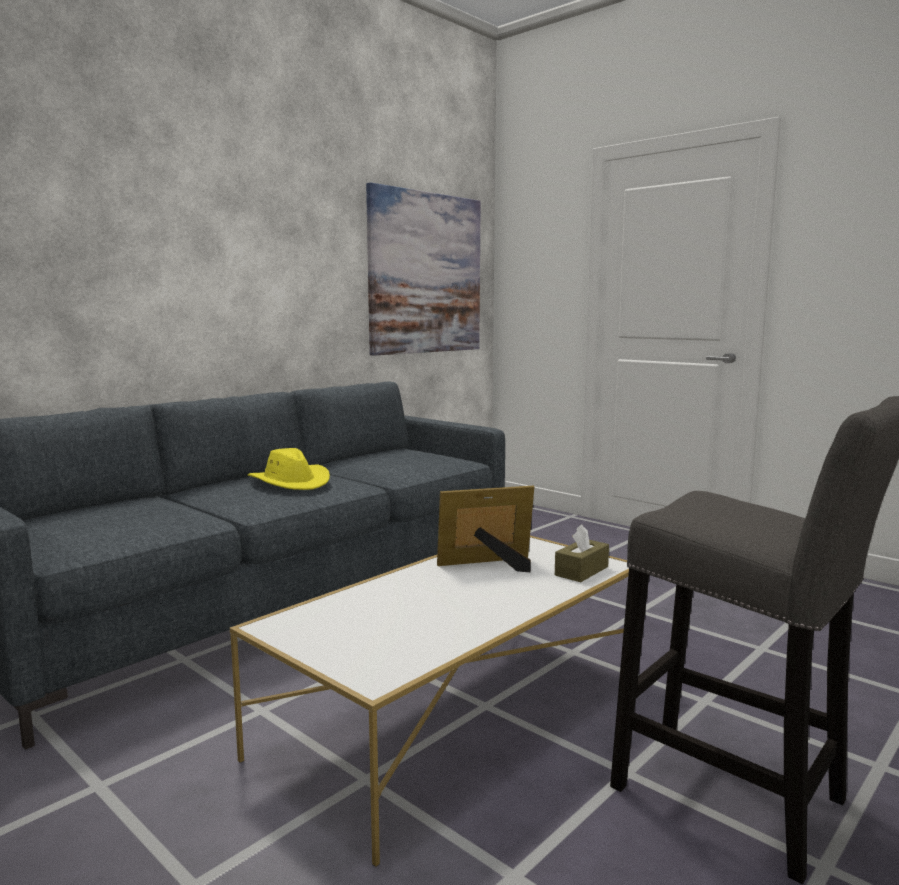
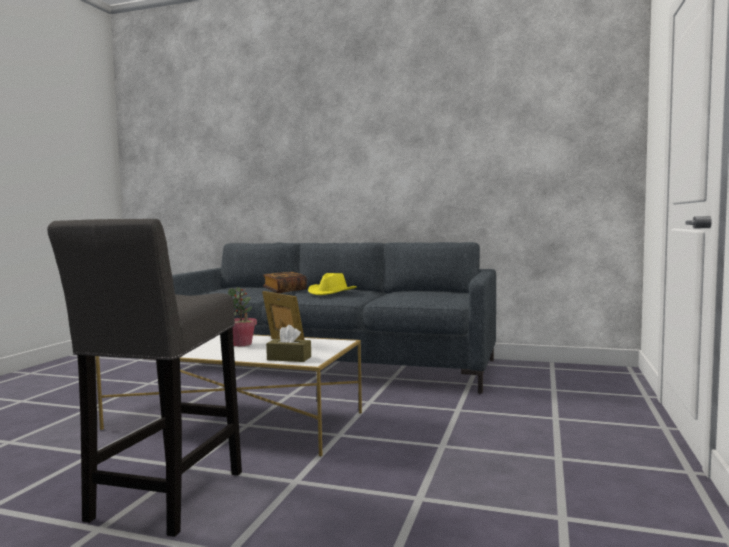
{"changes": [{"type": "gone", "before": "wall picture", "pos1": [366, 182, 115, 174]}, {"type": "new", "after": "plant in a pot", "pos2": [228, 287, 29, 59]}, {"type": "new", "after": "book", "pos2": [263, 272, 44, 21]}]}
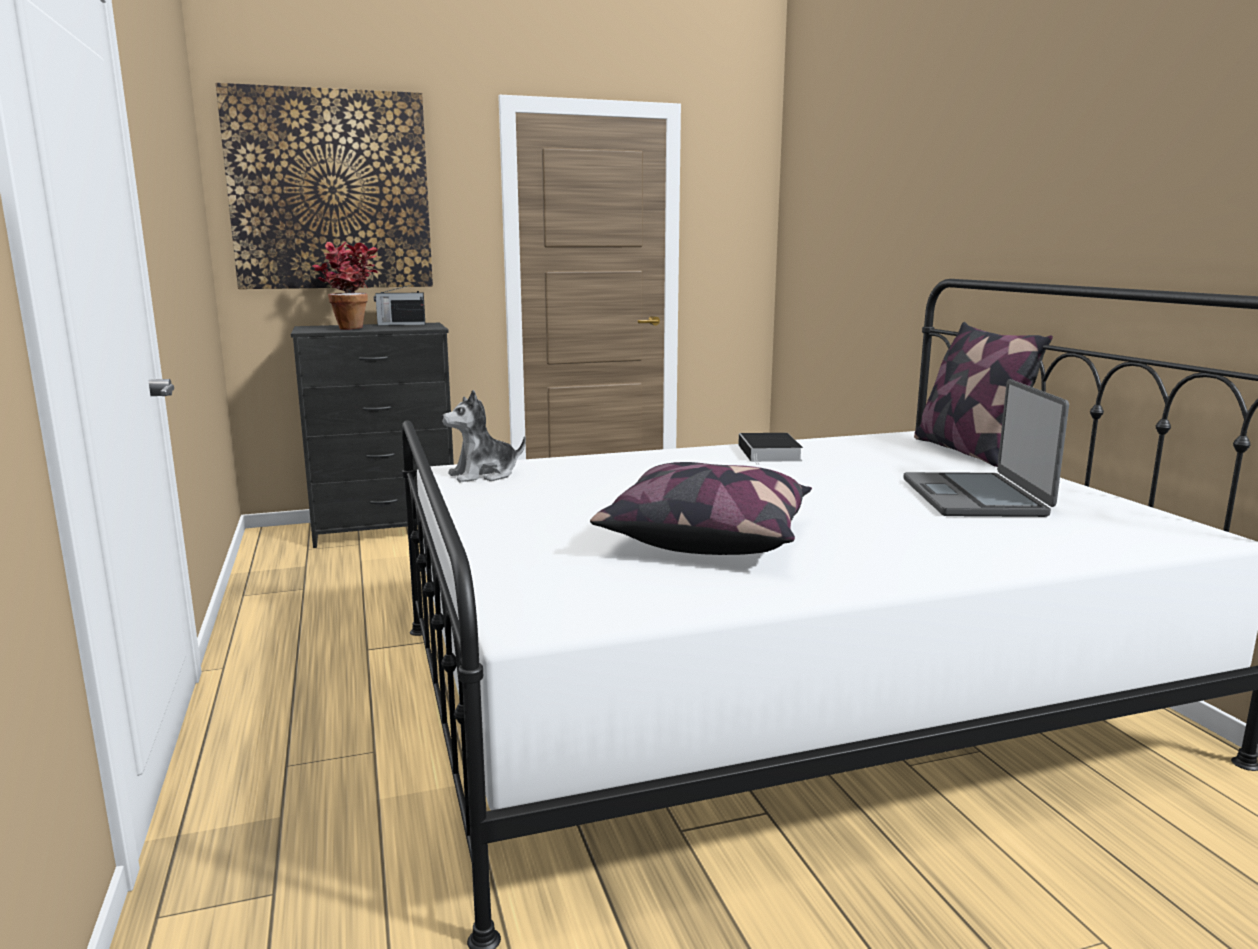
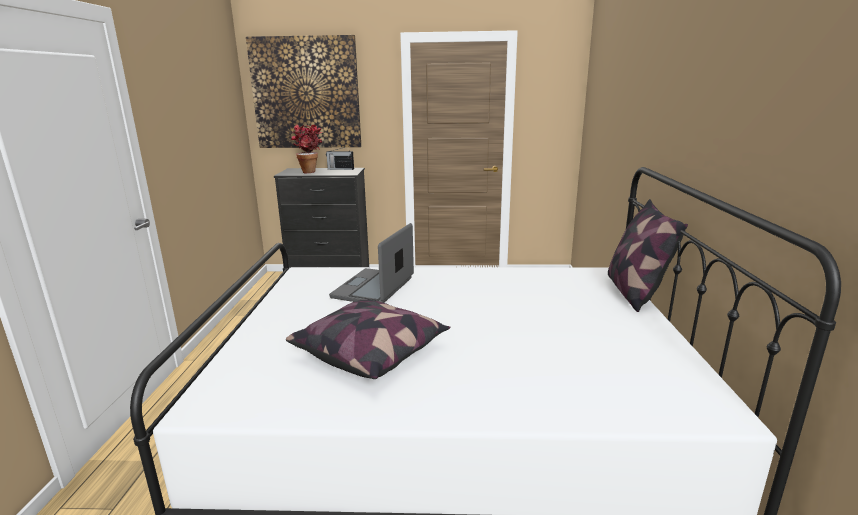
{"changes": [{"type": "gone", "before": "cuddly toy", "pos1": [442, 390, 84, 93]}, {"type": "gone", "before": "book", "pos1": [738, 433, 65, 32]}, {"type": "shifted", "before": "portable computer", "pos1": [903, 379, 166, 138], "pos2": [329, 223, 85, 80]}]}
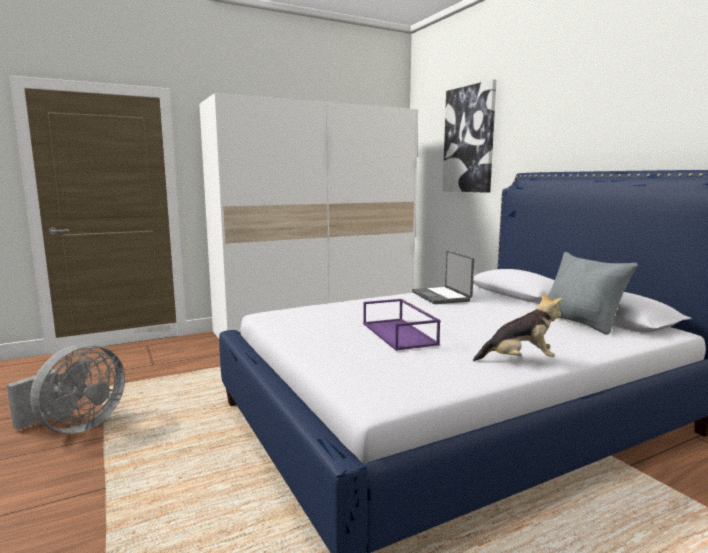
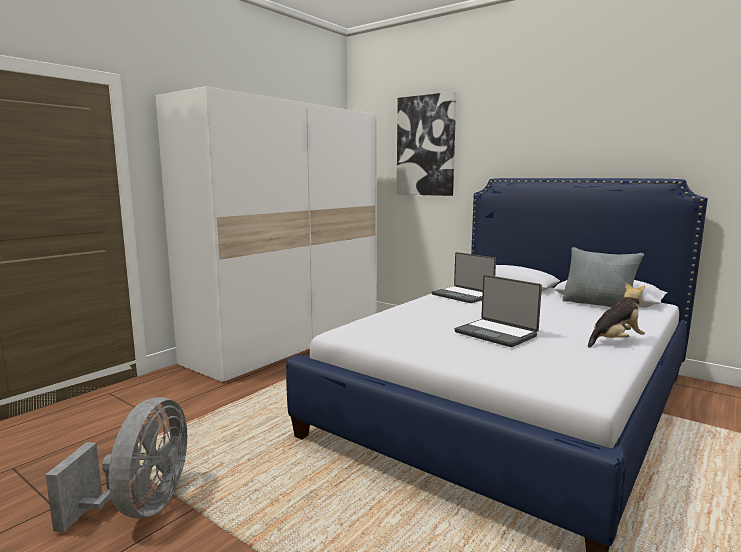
{"changes": [{"type": "swapped", "before": "carrying tray (purple-coloured)", "after": "portable computer", "pos1": [363, 299, 77, 52], "pos2": [455, 275, 87, 72]}]}
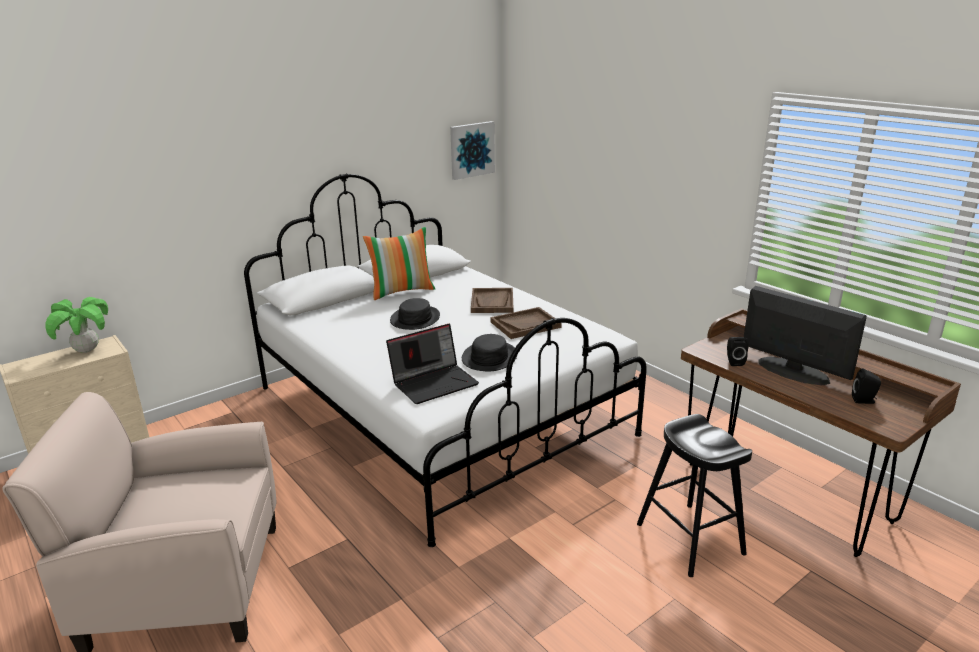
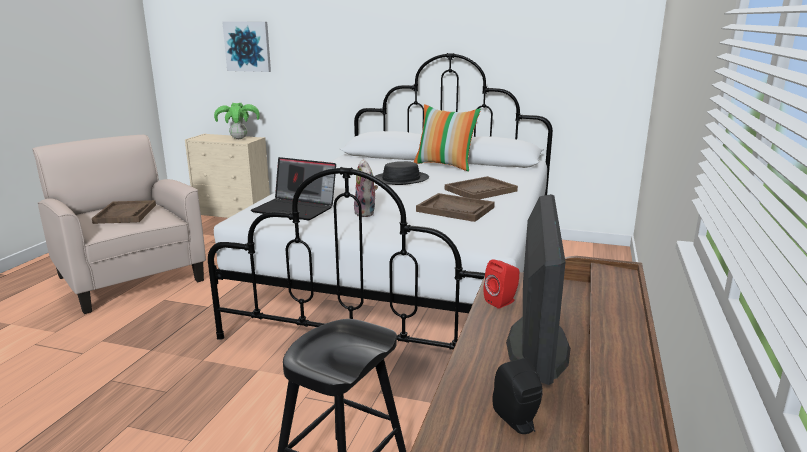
{"changes": [{"type": "new", "after": "carrying tray (brownish)", "pos2": [92, 200, 64, 24]}, {"type": "shifted", "before": "wall picture", "pos1": [450, 121, 45, 59], "pos2": [222, 22, 49, 50]}, {"type": "swapped", "before": "hat (black)", "after": "cuddly toy", "pos1": [462, 334, 55, 37], "pos2": [354, 159, 24, 58]}, {"type": "repainted", "before": "audio speaker (black)", "after": "audio speaker (red)", "pos1": [727, 337, 21, 29], "pos2": [483, 259, 37, 50]}]}
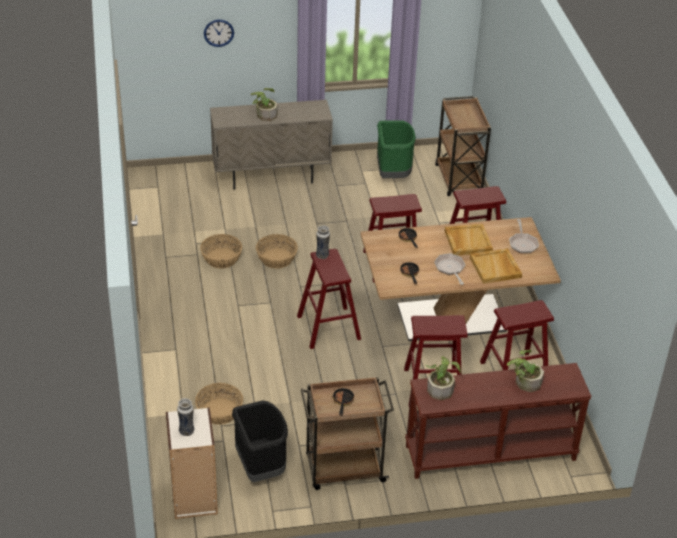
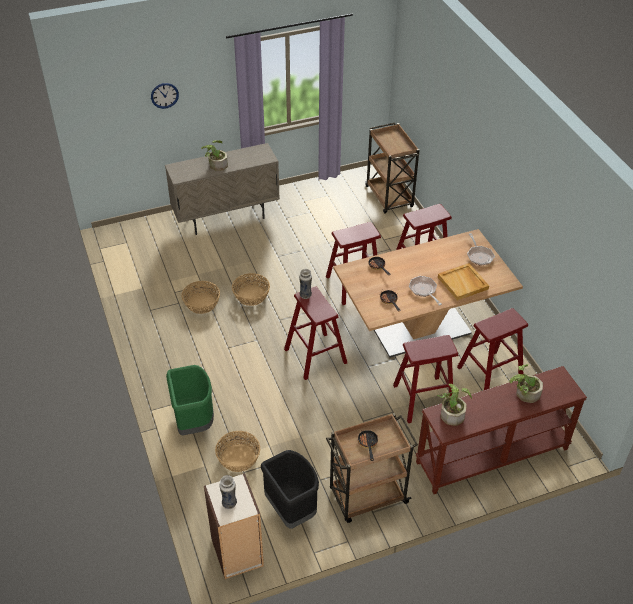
{"changes": [{"type": "gone", "before": "carrying tray (sand-coloured)", "pos1": [445, 224, 48, 32]}, {"type": "shifted", "before": "rubbish bin (green)", "pos1": [377, 120, 39, 58], "pos2": [166, 365, 48, 71]}]}
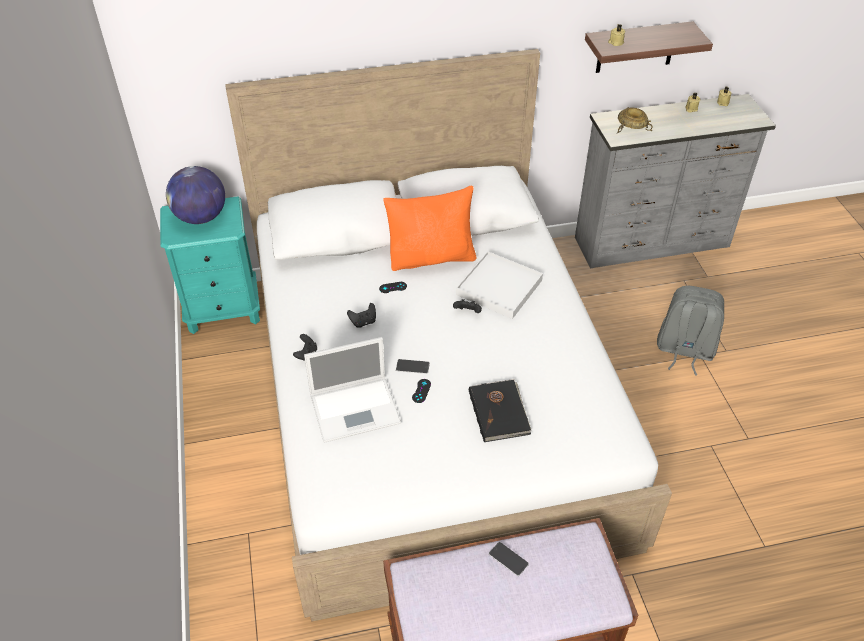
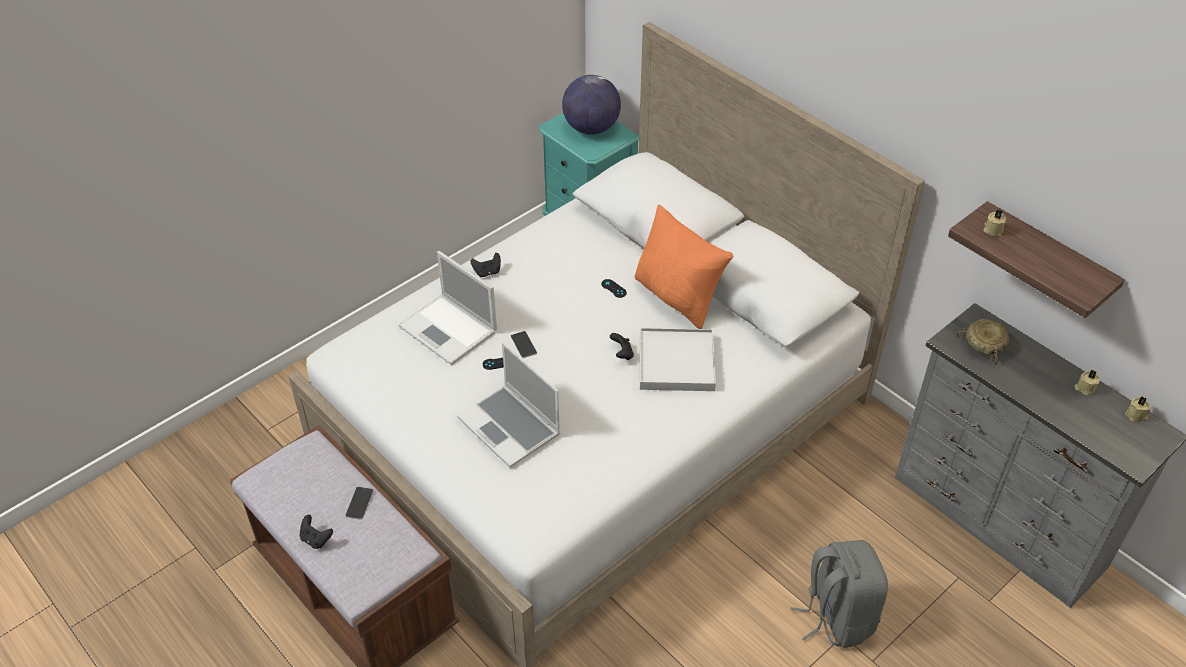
{"changes": [{"type": "shifted", "before": "joypad (black)", "pos1": [347, 303, 29, 25], "pos2": [300, 515, 33, 34]}, {"type": "swapped", "before": "book (black)", "after": "portable computer", "pos1": [469, 379, 63, 63], "pos2": [457, 343, 103, 125]}]}
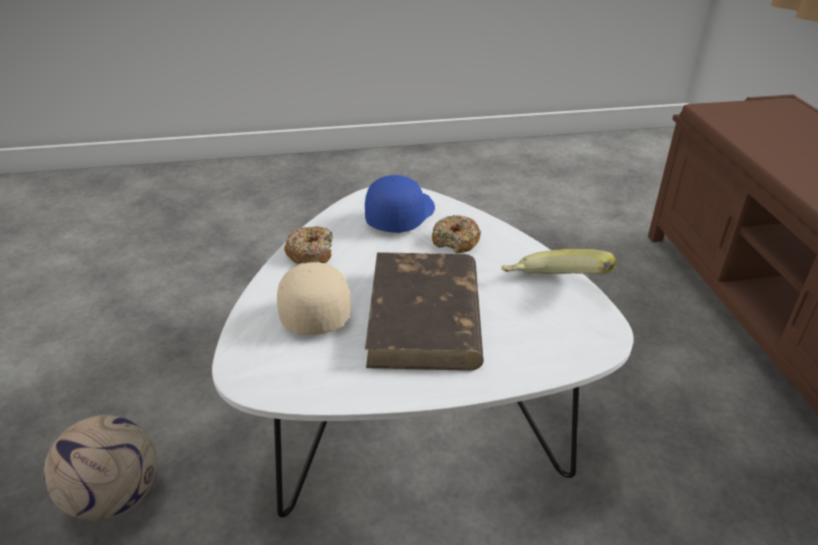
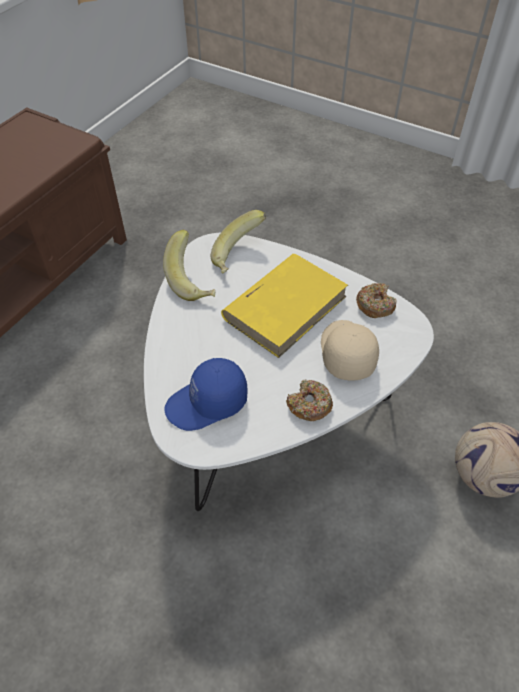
{"changes": [{"type": "new", "after": "banana fruit", "pos2": [211, 210, 55, 63]}, {"type": "shifted", "before": "ring doughnut", "pos1": [432, 215, 49, 38], "pos2": [356, 283, 41, 35]}, {"type": "repainted", "before": "book (brownish)", "after": "book (yellowish)", "pos1": [365, 252, 119, 119], "pos2": [221, 254, 127, 104]}, {"type": "rotated", "before": "baseball cap (sand-coloured)", "pos1": [277, 262, 74, 73], "pos2": [321, 320, 58, 61], "turn": 150}]}
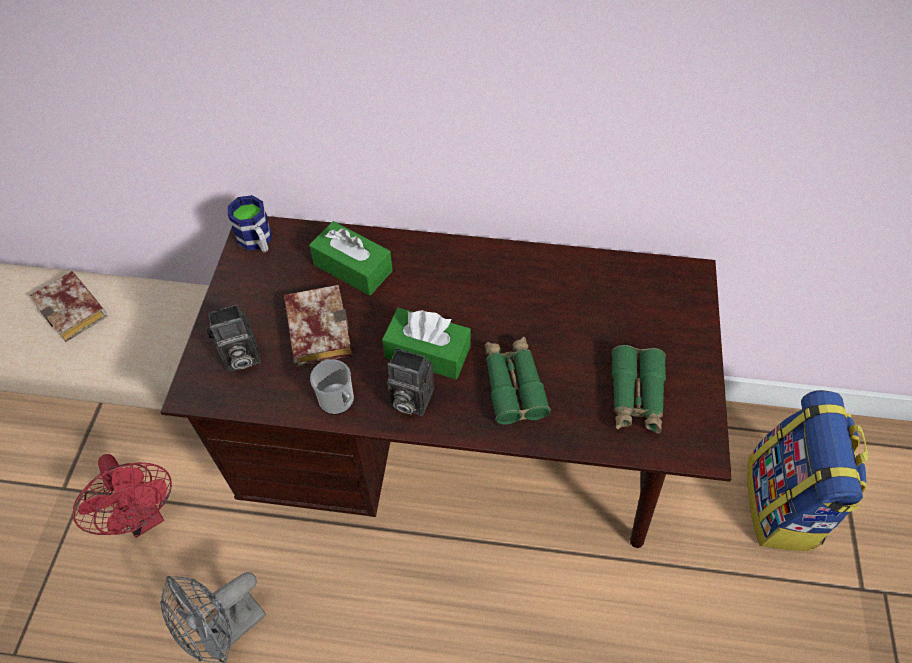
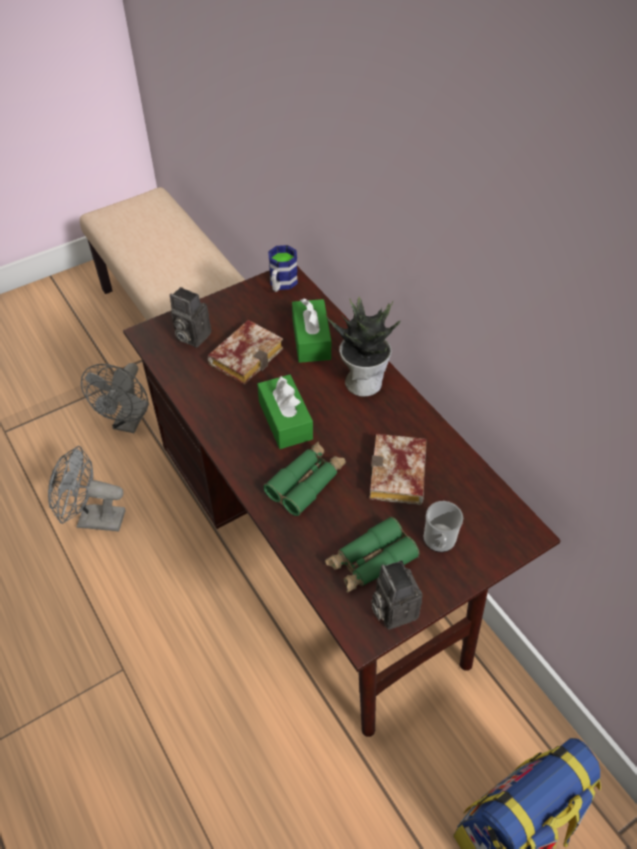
{"changes": [{"type": "new", "after": "plant in a pot", "pos2": [325, 297, 76, 100]}, {"type": "shifted", "before": "book", "pos1": [30, 271, 78, 71], "pos2": [369, 434, 57, 71]}, {"type": "shifted", "before": "mug", "pos1": [310, 359, 44, 56], "pos2": [423, 501, 40, 51]}, {"type": "shifted", "before": "photo camera", "pos1": [387, 348, 47, 68], "pos2": [371, 560, 52, 70]}, {"type": "repainted", "before": "electric fan (red)", "after": "electric fan (gray)", "pos1": [73, 454, 99, 84], "pos2": [81, 363, 68, 70]}]}
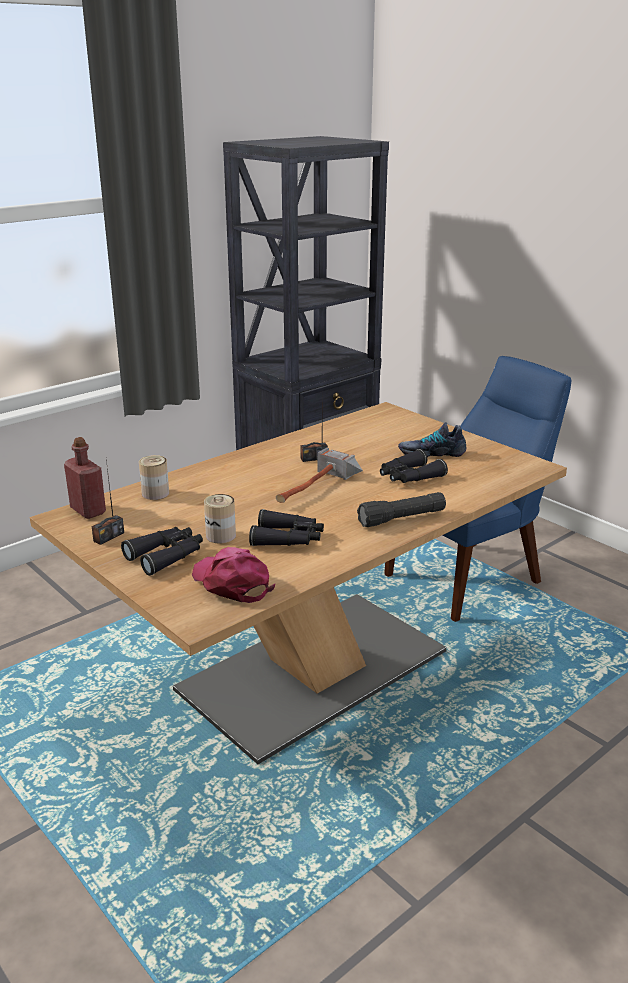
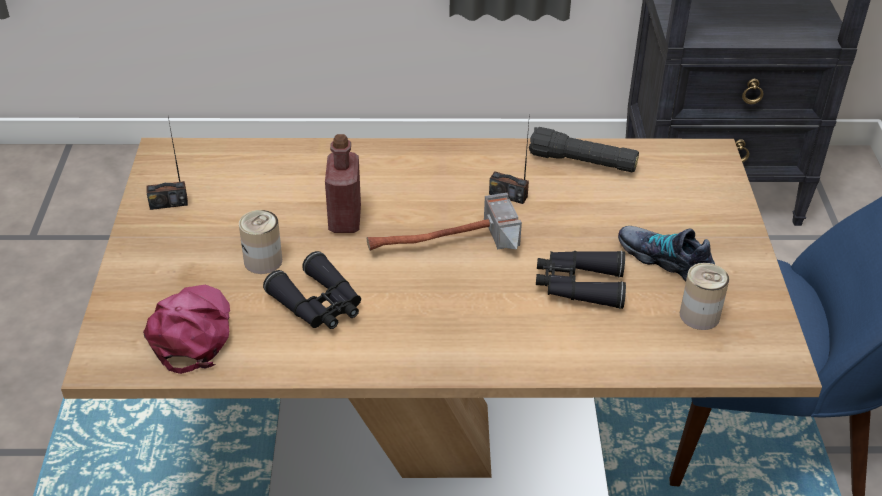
{"changes": [{"type": "gone", "before": "binoculars (black)", "pos1": [121, 527, 82, 49]}, {"type": "shifted", "before": "drink bottle (red)", "pos1": [64, 437, 42, 82], "pos2": [325, 134, 36, 99]}, {"type": "shifted", "before": "can", "pos1": [139, 455, 30, 45], "pos2": [680, 263, 50, 67]}, {"type": "shifted", "before": "torch (black)", "pos1": [357, 492, 89, 35], "pos2": [529, 127, 110, 45]}]}
